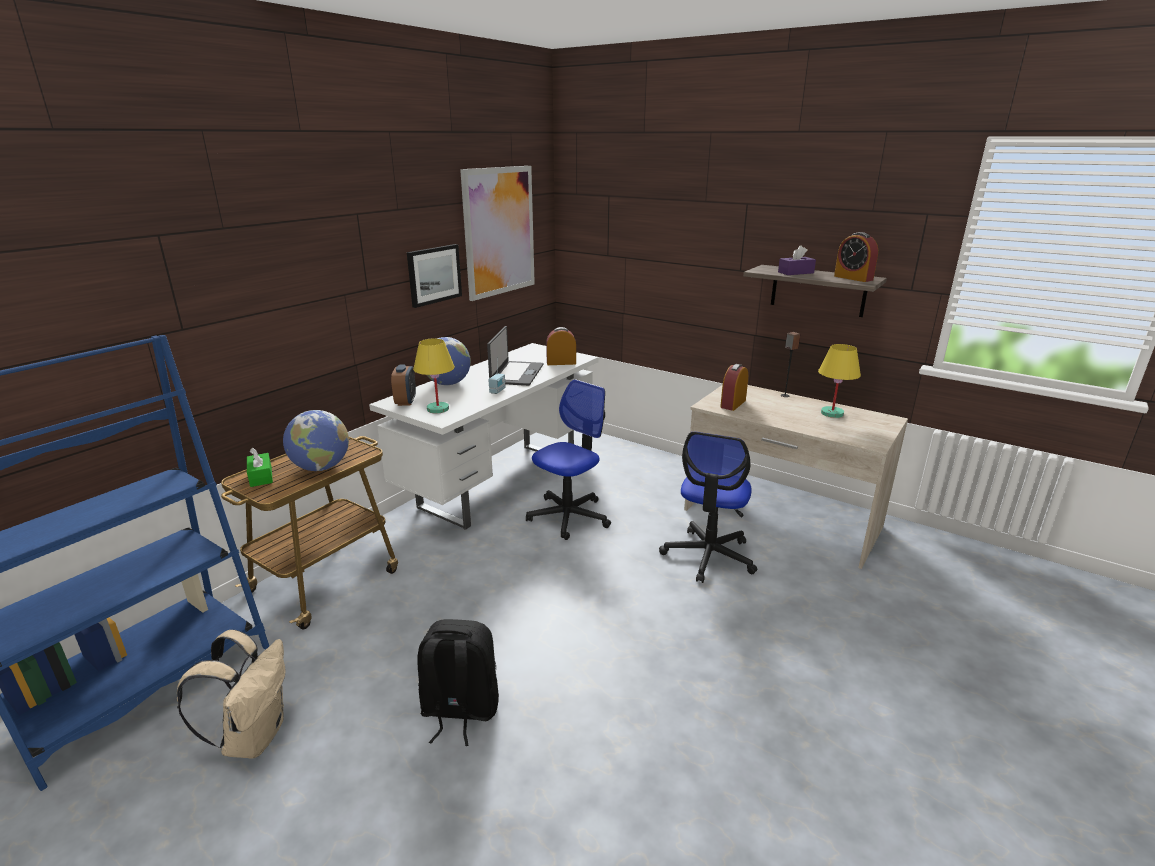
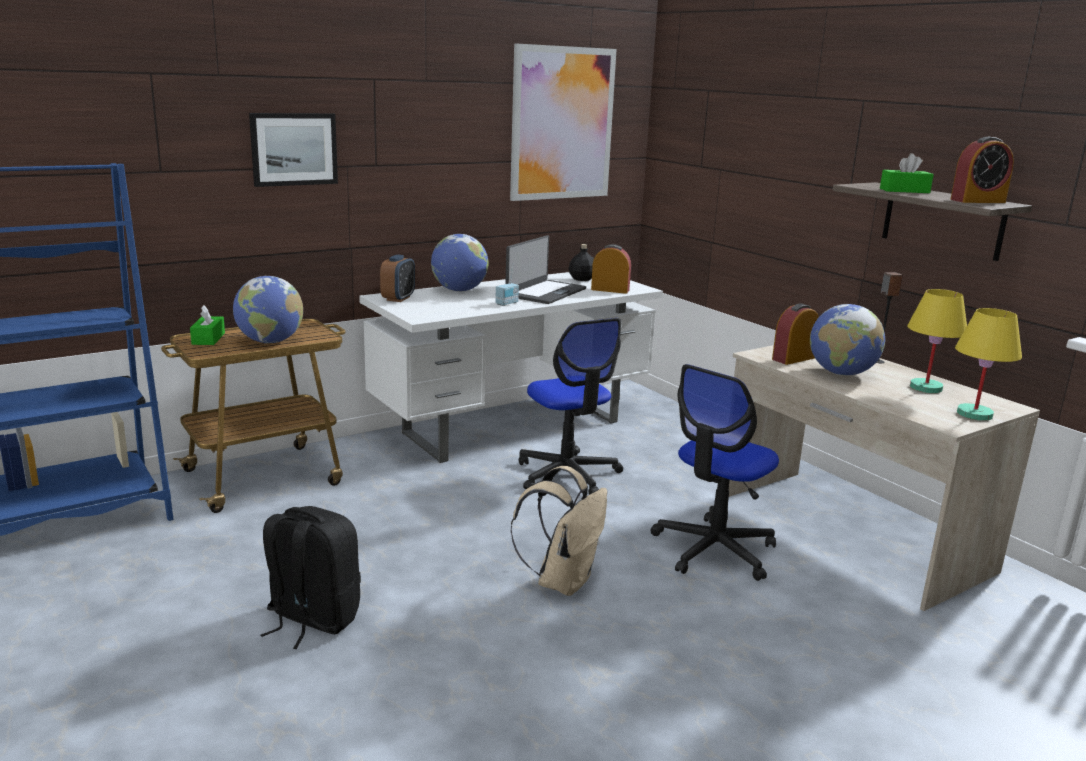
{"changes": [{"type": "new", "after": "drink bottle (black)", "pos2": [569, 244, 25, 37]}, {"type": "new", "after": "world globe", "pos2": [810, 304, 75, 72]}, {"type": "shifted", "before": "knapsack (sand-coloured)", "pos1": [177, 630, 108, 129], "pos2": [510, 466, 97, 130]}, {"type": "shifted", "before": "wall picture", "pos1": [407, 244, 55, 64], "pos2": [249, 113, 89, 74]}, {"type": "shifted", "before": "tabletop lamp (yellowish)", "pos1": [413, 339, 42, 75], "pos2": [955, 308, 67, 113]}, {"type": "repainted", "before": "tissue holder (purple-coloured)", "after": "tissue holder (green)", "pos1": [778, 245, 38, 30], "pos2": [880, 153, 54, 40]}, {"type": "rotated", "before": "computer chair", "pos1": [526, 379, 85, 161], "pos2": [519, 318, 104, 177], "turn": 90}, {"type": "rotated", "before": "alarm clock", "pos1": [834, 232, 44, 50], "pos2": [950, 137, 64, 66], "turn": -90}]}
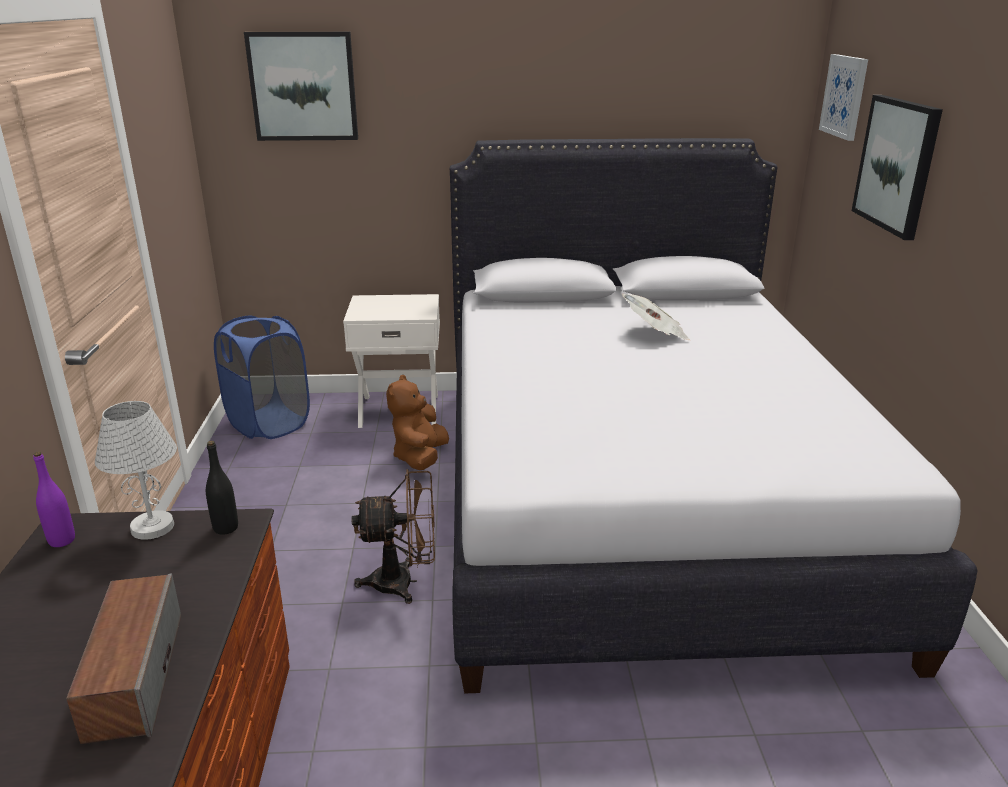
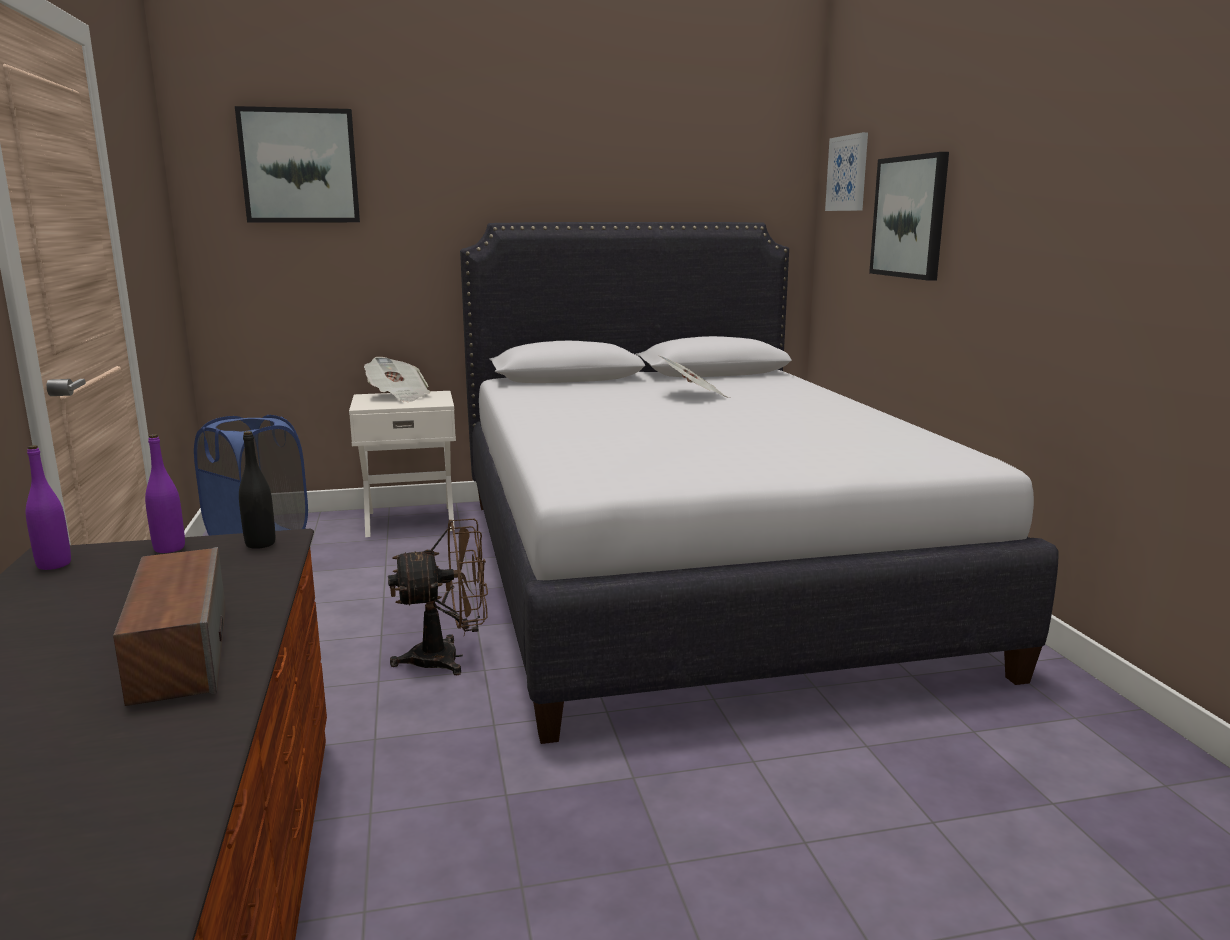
{"changes": [{"type": "gone", "before": "cuddly toy (brownish)", "pos1": [386, 375, 63, 95]}, {"type": "new", "after": "printed paper", "pos2": [364, 357, 67, 45]}, {"type": "swapped", "before": "tabletop lamp (whitish)", "after": "drink bottle (purple-coloured)", "pos1": [95, 401, 82, 139], "pos2": [145, 434, 40, 119]}]}
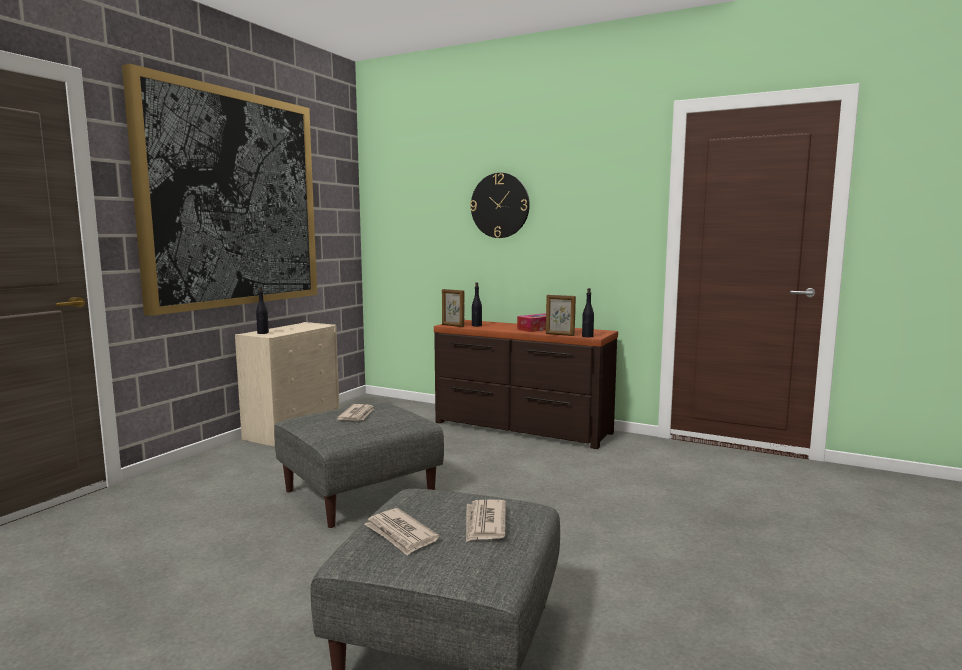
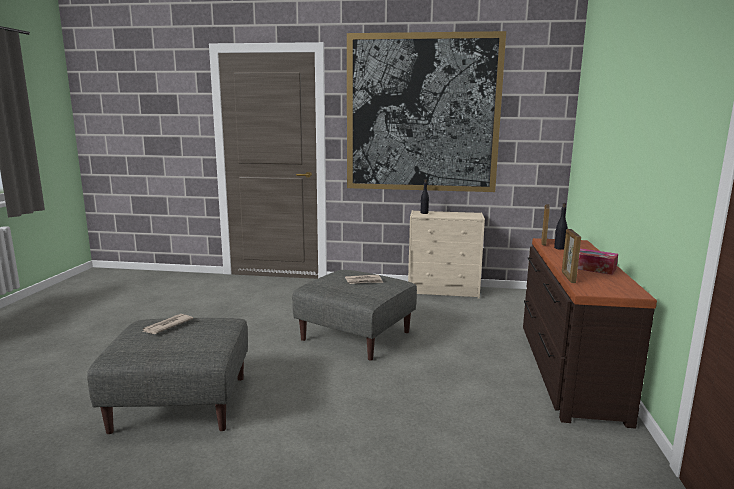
{"changes": [{"type": "gone", "before": "printed paper", "pos1": [466, 499, 40, 43]}, {"type": "gone", "before": "wall clock", "pos1": [470, 173, 60, 65]}, {"type": "gone", "before": "drink bottle (black)", "pos1": [582, 288, 12, 49]}]}
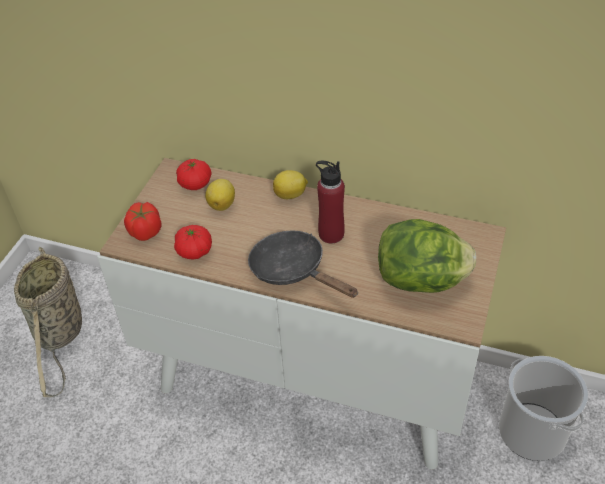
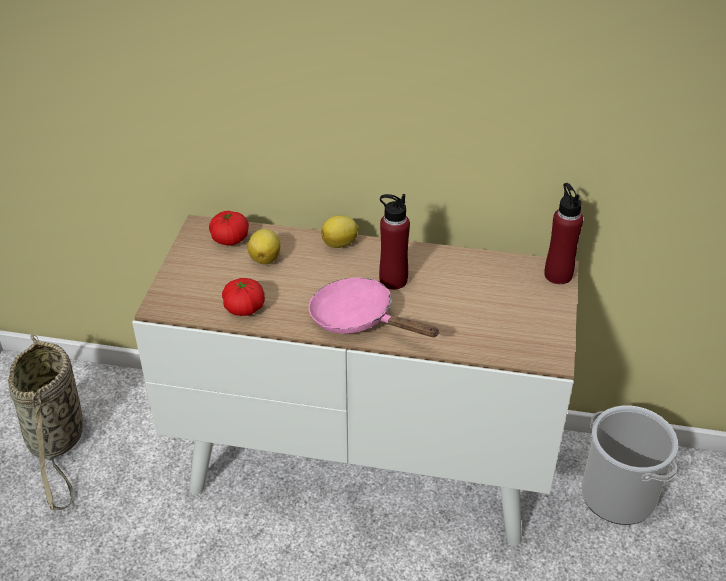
{"changes": [{"type": "gone", "before": "tomato", "pos1": [124, 202, 38, 39]}, {"type": "gone", "before": "lettuce", "pos1": [378, 219, 98, 74]}, {"type": "new", "after": "drink bottle (red)", "pos2": [544, 183, 39, 101]}, {"type": "repainted", "before": "frying pan (black)", "after": "frying pan (pinkish)", "pos1": [248, 230, 110, 68], "pos2": [309, 278, 131, 59]}]}
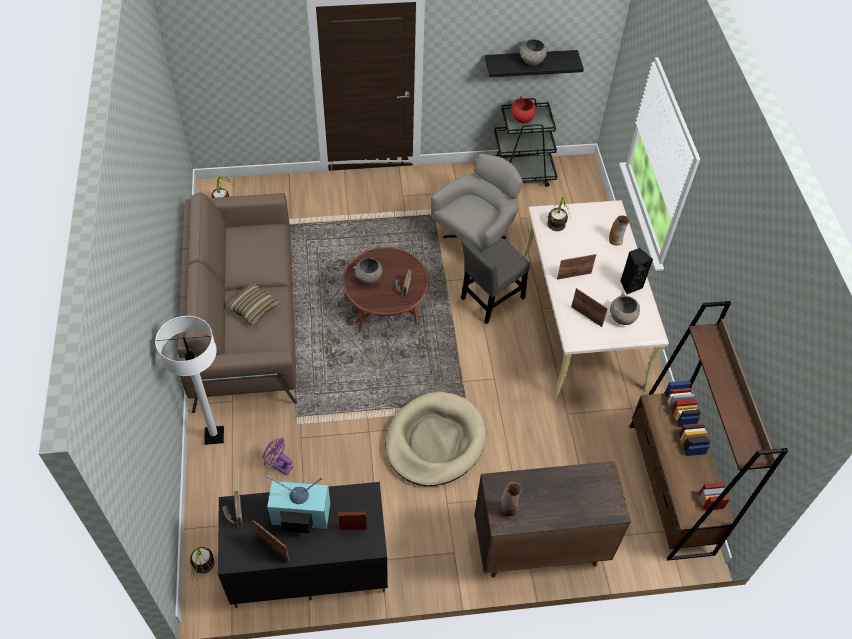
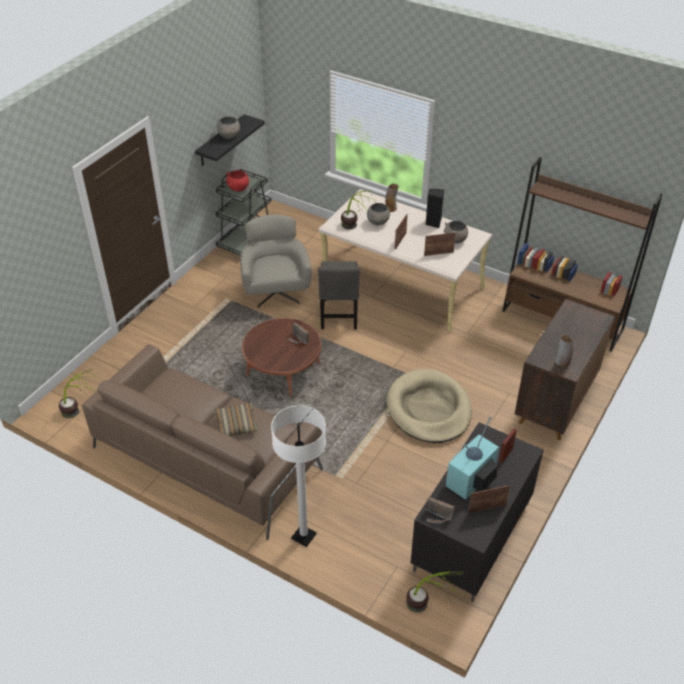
{"changes": [{"type": "gone", "before": "electric fan (purple-coloured)", "pos1": [263, 438, 30, 37]}, {"type": "shifted", "before": "bowl (gray)", "pos1": [353, 258, 30, 26], "pos2": [367, 203, 23, 22]}]}
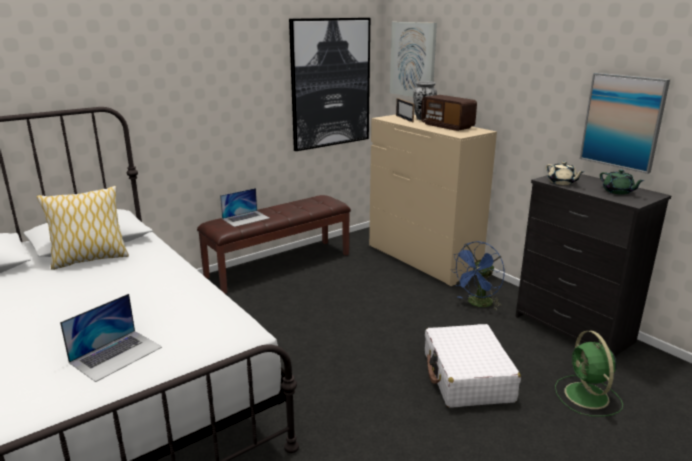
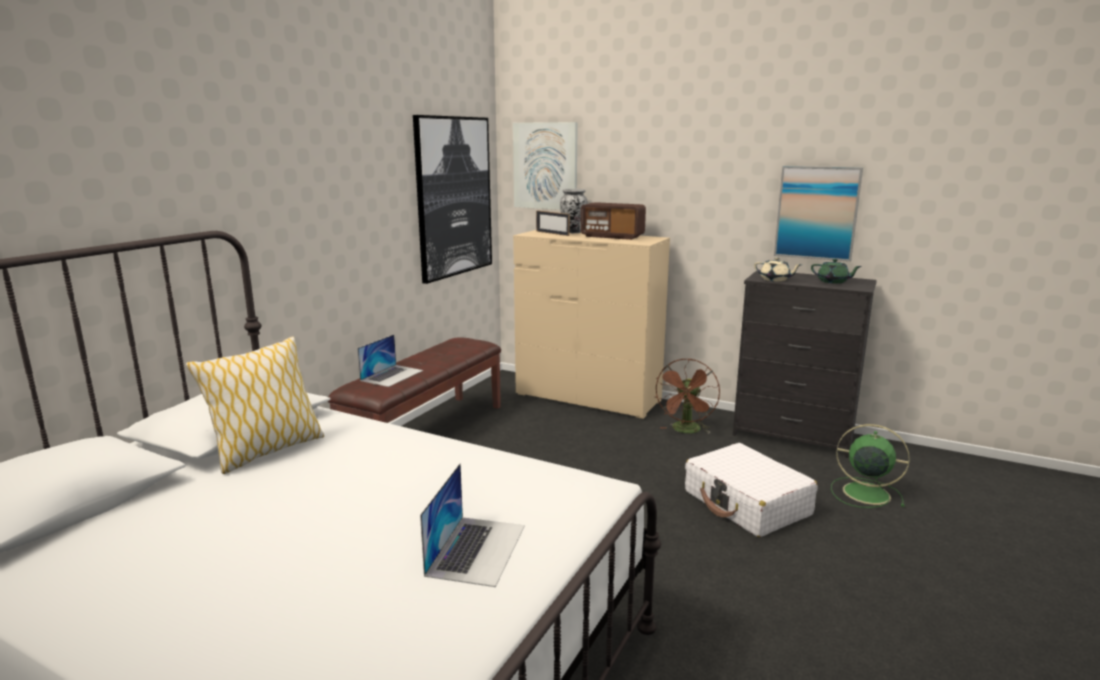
{"changes": [{"type": "repainted", "before": "electric fan (bluish)", "after": "electric fan (brownish)", "pos1": [451, 241, 53, 69], "pos2": [656, 359, 64, 74]}, {"type": "rotated", "before": "electric fan (green)", "pos1": [555, 331, 68, 86], "pos2": [831, 424, 79, 84], "turn": 150}]}
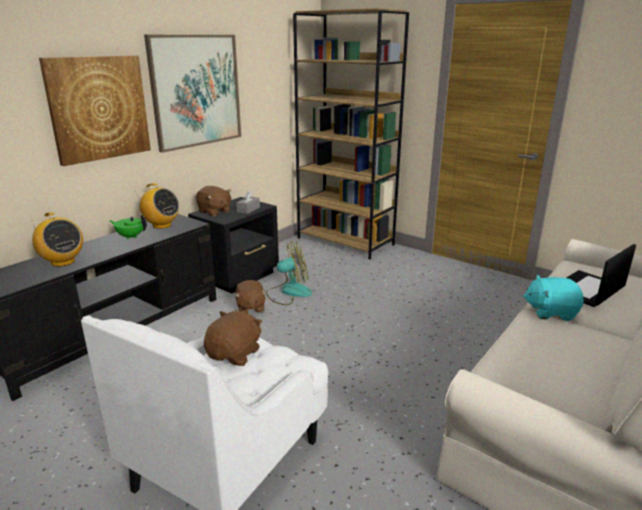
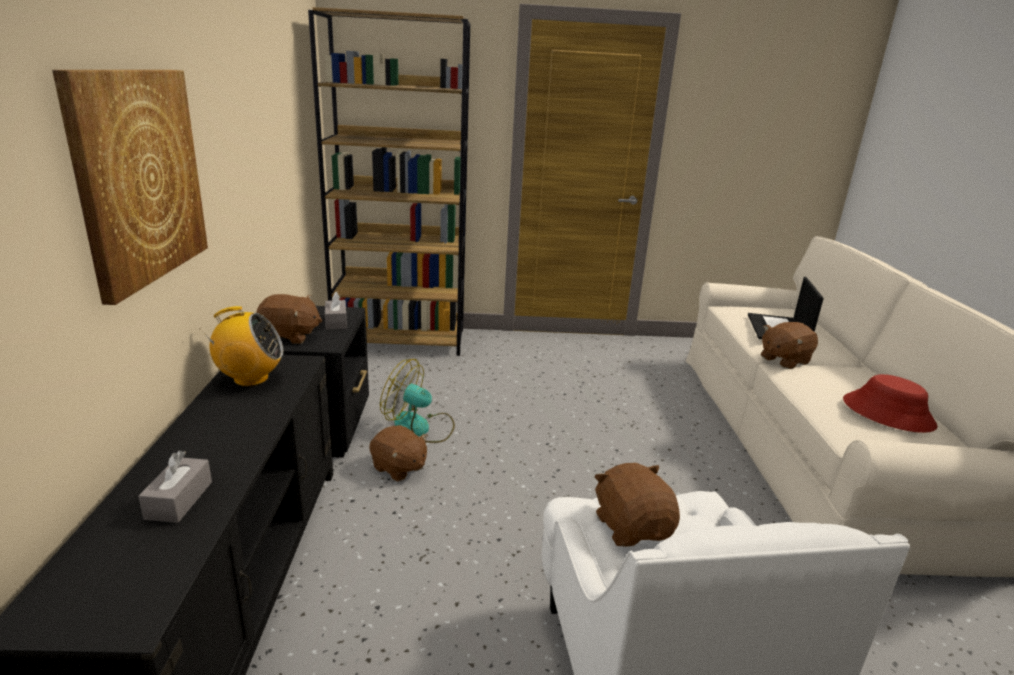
{"changes": [{"type": "gone", "before": "tea pot (green)", "pos1": [110, 215, 37, 24]}, {"type": "gone", "before": "wall picture", "pos1": [144, 35, 97, 118]}, {"type": "new", "after": "hat (red)", "pos2": [843, 374, 94, 59]}, {"type": "swapped", "before": "radio set", "after": "tissue holder (gray)", "pos1": [32, 212, 51, 55], "pos2": [138, 450, 74, 73]}, {"type": "repainted", "before": "cuddly toy (turquoise-coloured)", "after": "cuddly toy (brownish)", "pos1": [523, 275, 61, 46], "pos2": [761, 322, 57, 47]}, {"type": "rotated", "before": "electric fan", "pos1": [266, 241, 46, 64], "pos2": [380, 359, 75, 84], "turn": -105}]}
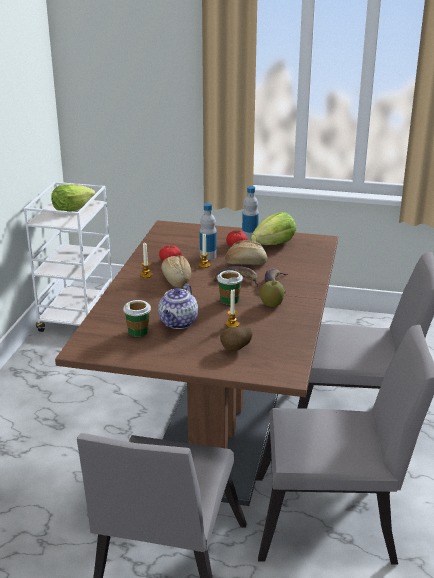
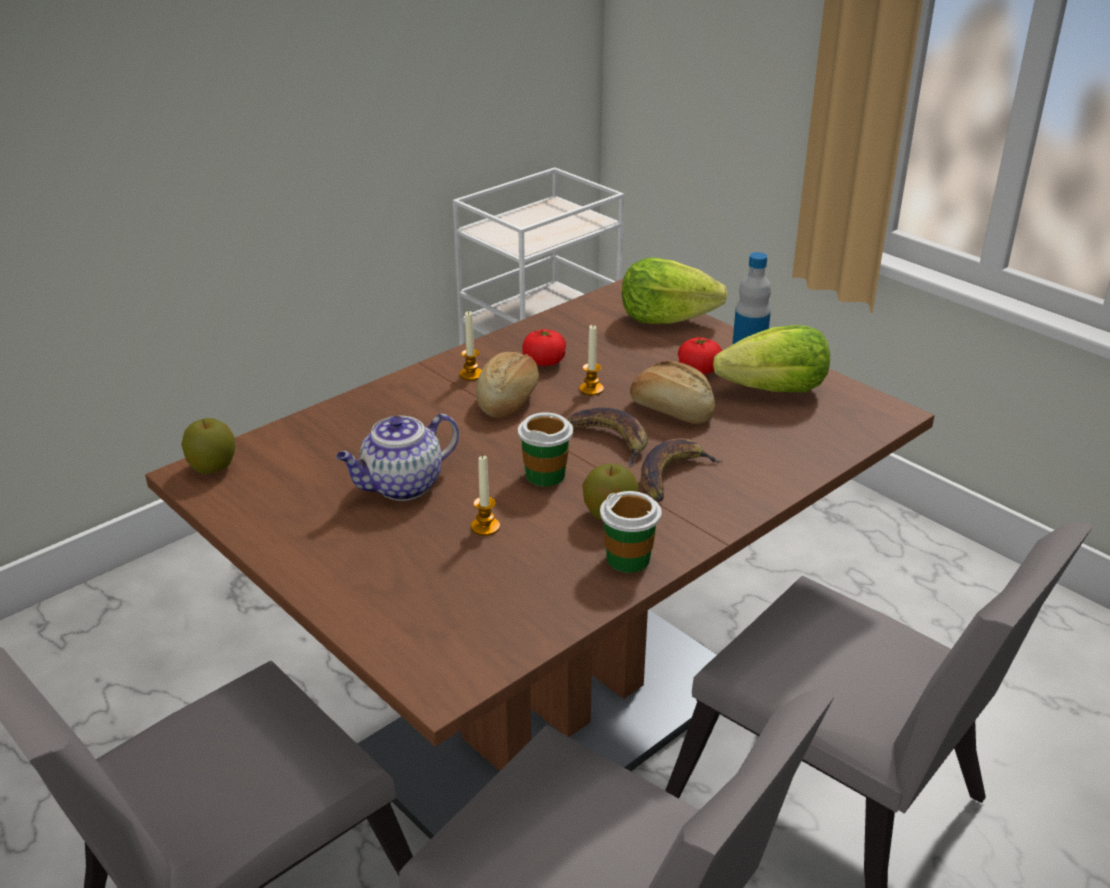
{"changes": [{"type": "gone", "before": "drink bottle", "pos1": [200, 203, 17, 57]}, {"type": "gone", "before": "whole potato", "pos1": [220, 326, 33, 25]}, {"type": "new", "after": "whole apple", "pos2": [181, 418, 54, 56]}, {"type": "shifted", "before": "lettuce", "pos1": [51, 184, 45, 28], "pos2": [622, 258, 105, 66]}, {"type": "shifted", "before": "small cup", "pos1": [123, 300, 28, 37], "pos2": [600, 491, 62, 82]}]}
